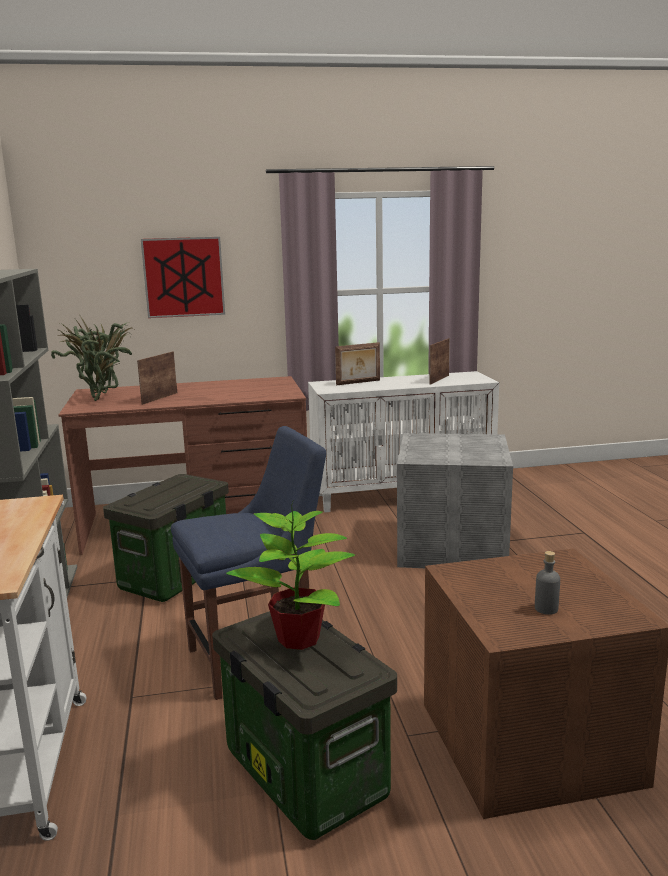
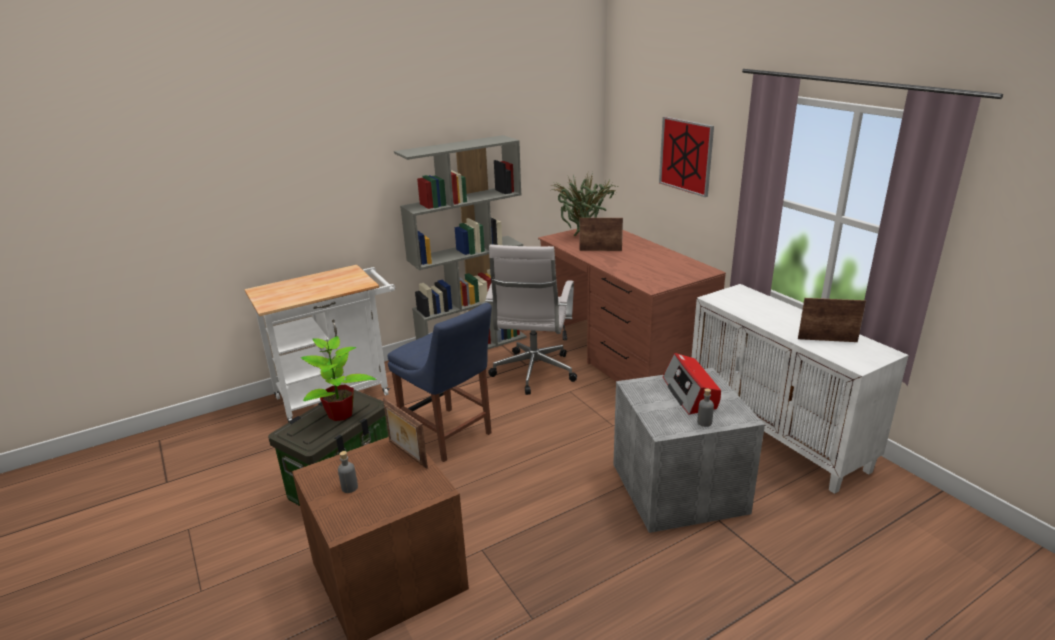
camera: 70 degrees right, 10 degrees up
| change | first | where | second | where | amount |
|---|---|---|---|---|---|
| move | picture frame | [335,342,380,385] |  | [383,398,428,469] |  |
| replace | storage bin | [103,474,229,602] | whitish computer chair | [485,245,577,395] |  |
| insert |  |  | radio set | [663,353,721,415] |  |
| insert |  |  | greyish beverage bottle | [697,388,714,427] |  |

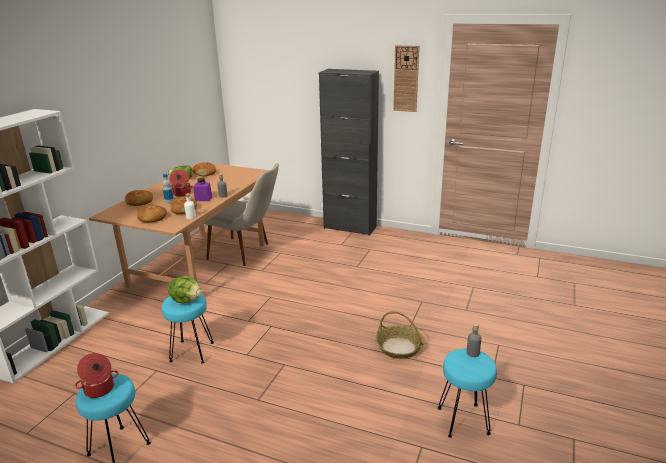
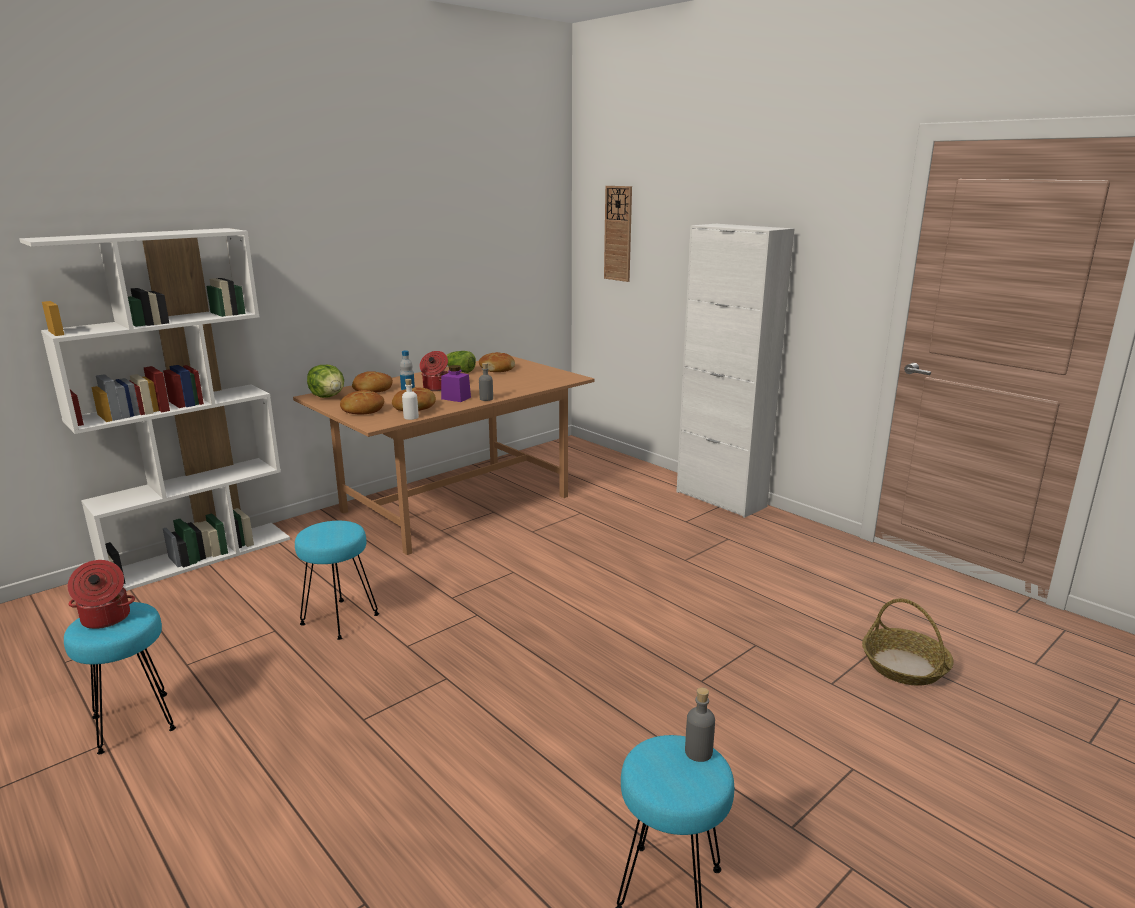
camera: 25 degrees right, 5 degrees down
| change | first | where | second | where | amount |
|---|---|---|---|---|---|
| move | wall clock | [393,45,419,112] |  | [604,186,632,282] |  |
| recolor | blackish cabinet | [319,69,379,236] | whitish cabinet | [677,224,794,518] |  |
| delete | beige plain chair | [204,163,279,266] |  |  |  |
| move | lettuce | [168,276,202,303] |  | [307,365,344,398] |  |
| move | storage basket | [375,311,424,359] |  | [862,598,954,685] |  |

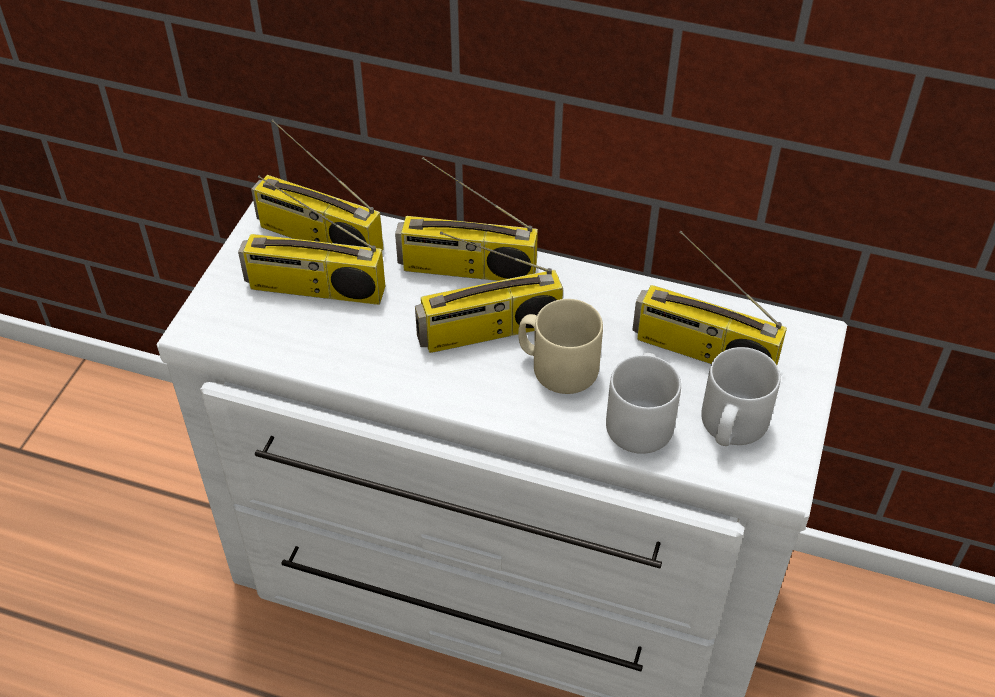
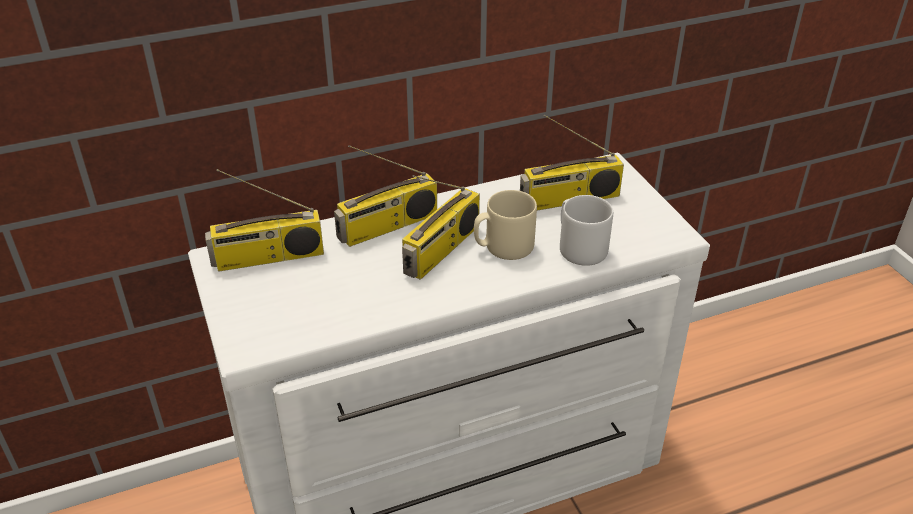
camera: 40 degrees left, 10 degrees down
| change | first | where | second | where | amount |
|---|---|---|---|---|---|
| delete | radio set | [238,176,385,305] |  |  |  |
| delete | greyish tea mug | [701,347,781,446] |  |  |  |

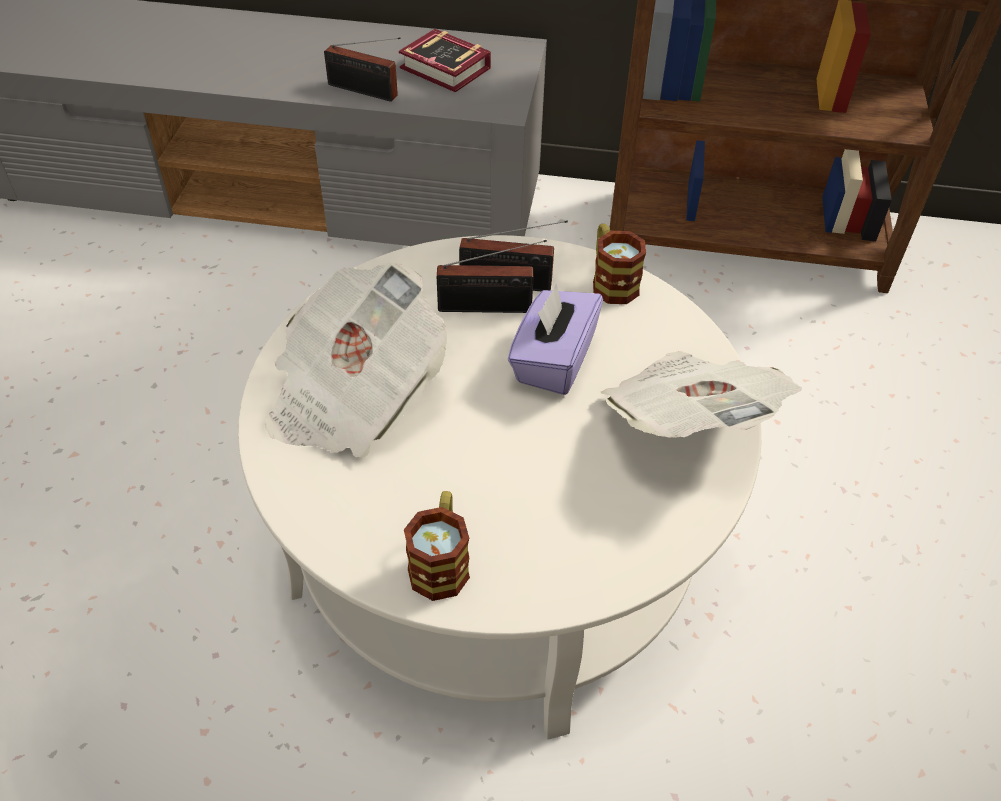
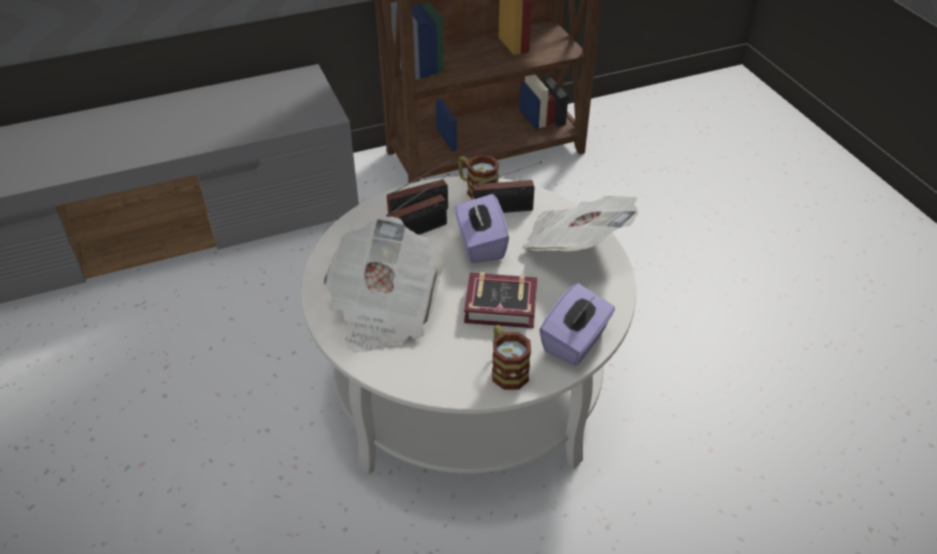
camera: 30 degrees left, 5 degrees down
| change | first | where | second | where | amount |
|---|---|---|---|---|---|
| move | bound book | [399,29,491,92] |  | [464,272,537,328] |  |
| move | radio set | [324,38,400,102] |  | [472,162,542,213] |  |
| insert |  |  | purple-coloured box of tissues | [539,283,615,366] |  |

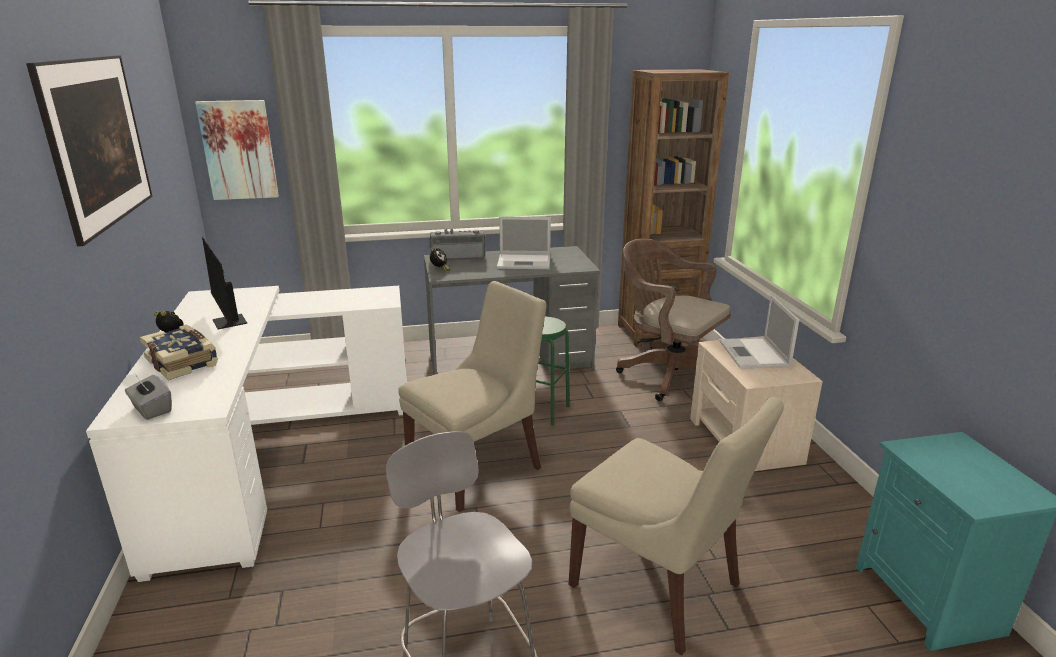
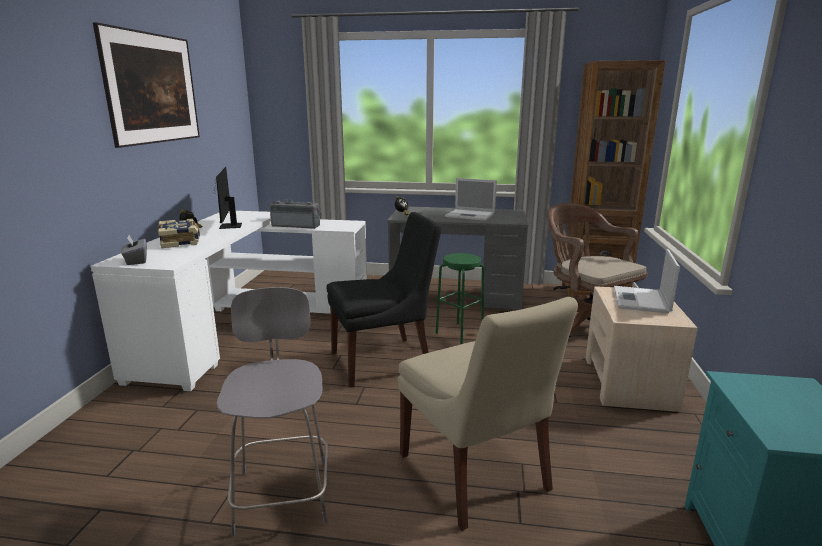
camera: 20 degrees right, 5 degrees down
| change | first | where | second | where | amount |
|---|---|---|---|---|---|
| delete | picture | [195,100,279,200] |  |  |  |
| move | radio set | [429,229,486,260] |  | [270,200,322,229] |  |
| recolor | beige plain chair | [398,281,547,512] | blackish plain chair | [327,212,442,387] |  |

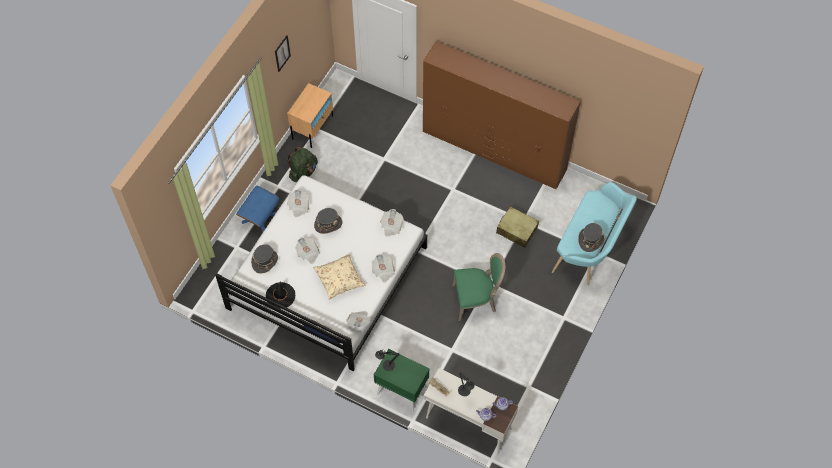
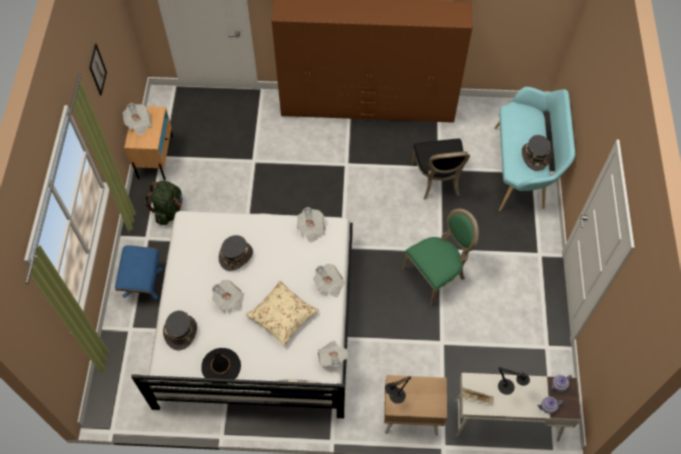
camera: 25 degrees left, 0 degrees up
| change | first | where | second | where | amount |
|---|---|---|---|---|---|
| move | daily paper | [287,189,310,217] |  | [123,103,152,135] |  |
| replace | beige travel case | [496,206,539,248] | blackish plain chair | [411,138,470,200] |  |
| recolor | green-coloured nightstand | [374,349,429,412] | beige nightstand | [384,375,447,436] |  |

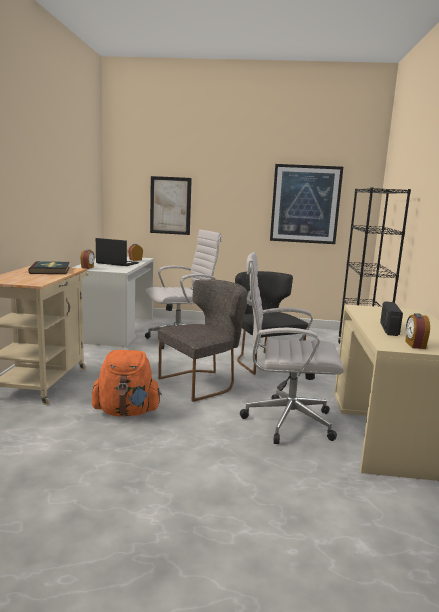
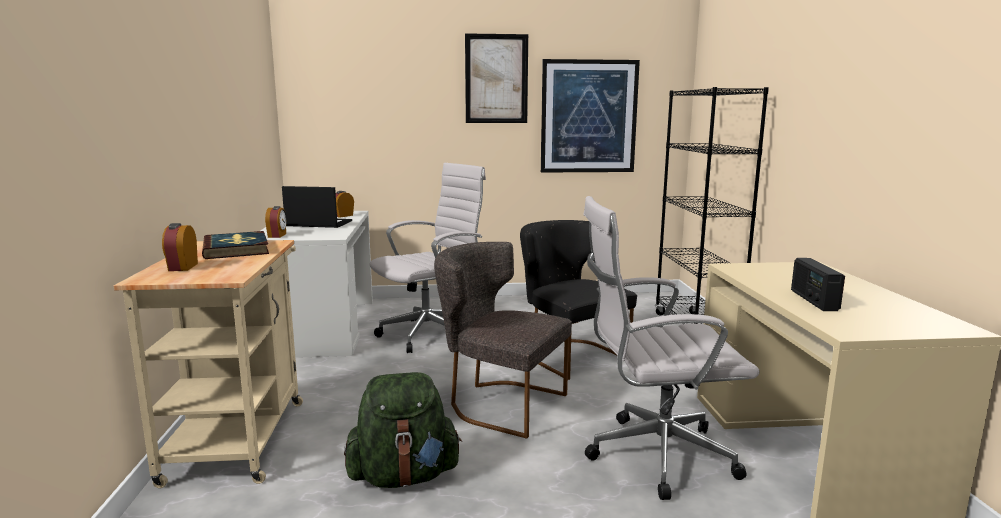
camera: 10 degrees left, 0 degrees up
| change | first | where | second | where | amount |
|---|---|---|---|---|---|
| move | picture | [150,176,192,235] |  | [465,33,528,123] |  |
| rotate | greyish plain chair | [158,280,248,402] |  | [434,242,572,439] | 105 degrees counterclockwise |
| move | alarm clock | [405,313,430,349] |  | [162,223,198,271] |  |
| recolor | orange rucksack | [92,350,162,417] | green-coloured rucksack | [344,372,462,488] |  |

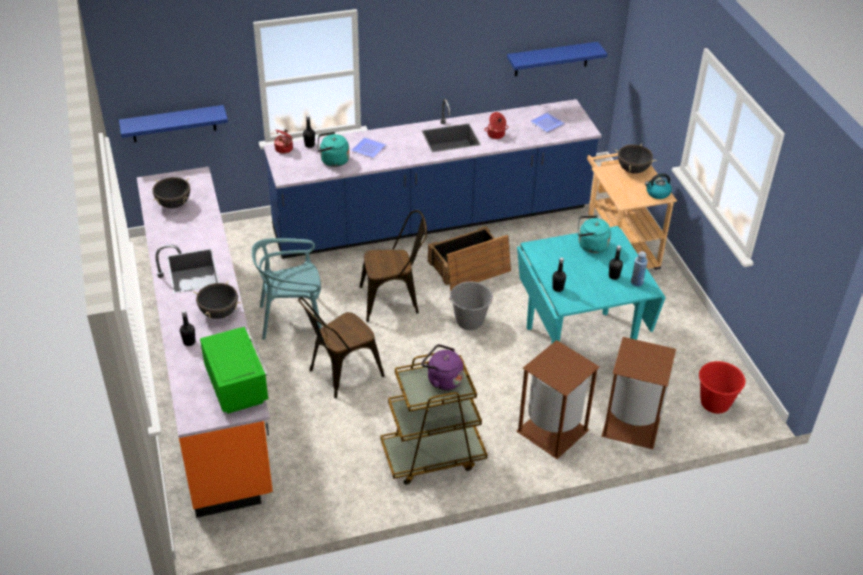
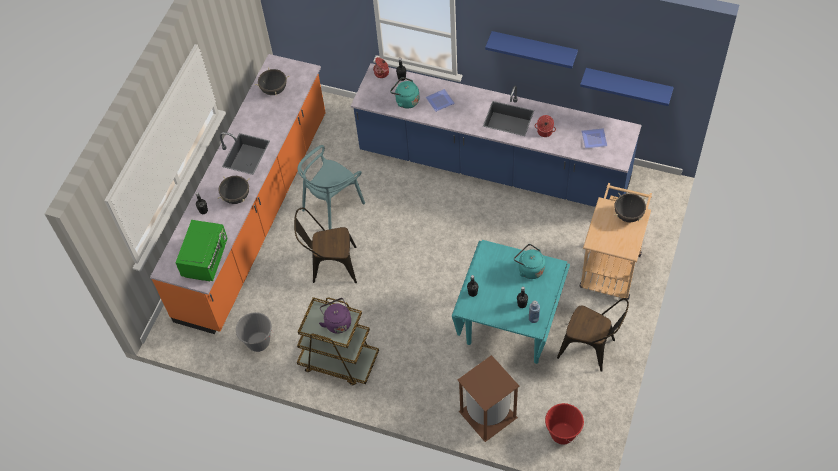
camera: 40 degrees right, 15 degrees up
| change | first | where | second | where | amount |
|---|---|---|---|---|---|
| move | bluish wall shelf | [119,105,228,142] |  | [485,31,578,69] |  |
| delete | kettle | [645,173,672,199] |  |  |  |
| move | brown-coloured plain chair | [360,210,427,322] |  | [557,298,629,372] |  |
| delete | packing crate | [428,226,511,291] |  |  |  |
| rotate | turquoise plain chair | [252,238,322,340] |  | [298,145,365,229] | 75 degrees counterclockwise |
| move | greyish pail | [449,282,493,330] |  | [236,312,274,352] |  |
| delete | brown-coloured trash can | [516,340,599,459] |  |  |  |

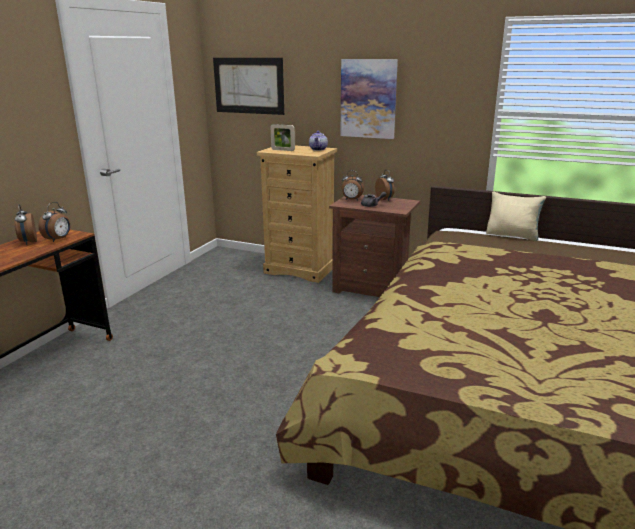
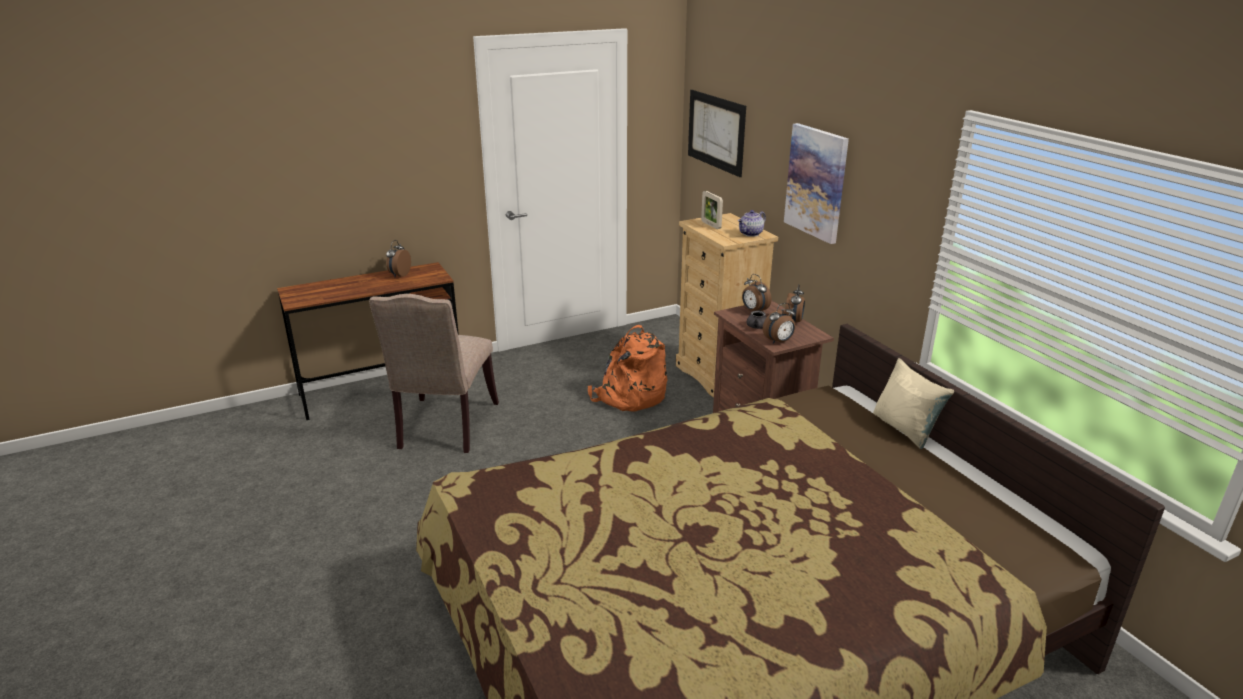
camera: 40 degrees right, 5 degrees up
| change | first | where | second | where | amount |
|---|---|---|---|---|---|
| move | alarm clock | [38,202,70,242] |  | [763,303,796,344] |  |
| insert |  |  | beige plain chair | [369,294,499,453] |  |
| insert |  |  | orange rucksack | [588,325,668,412] |  |

